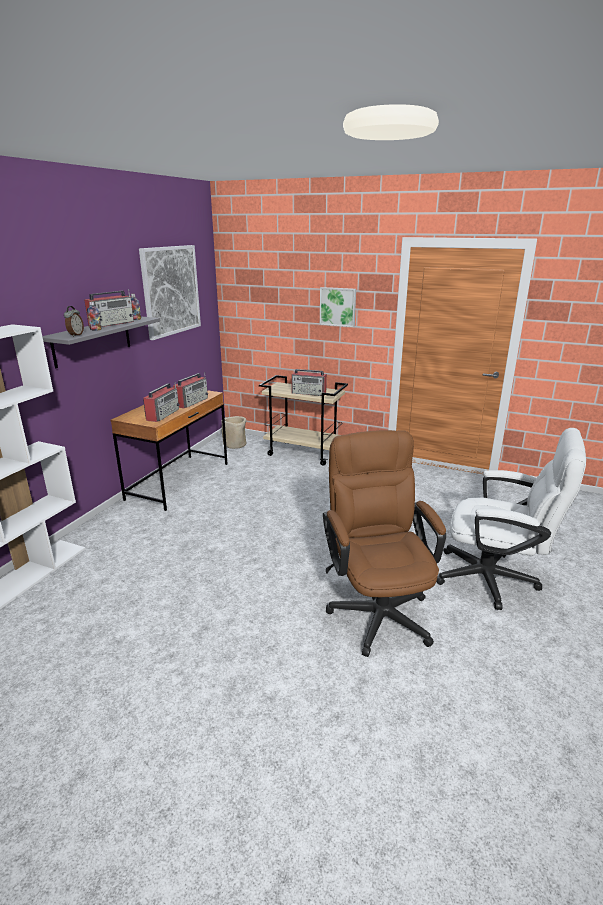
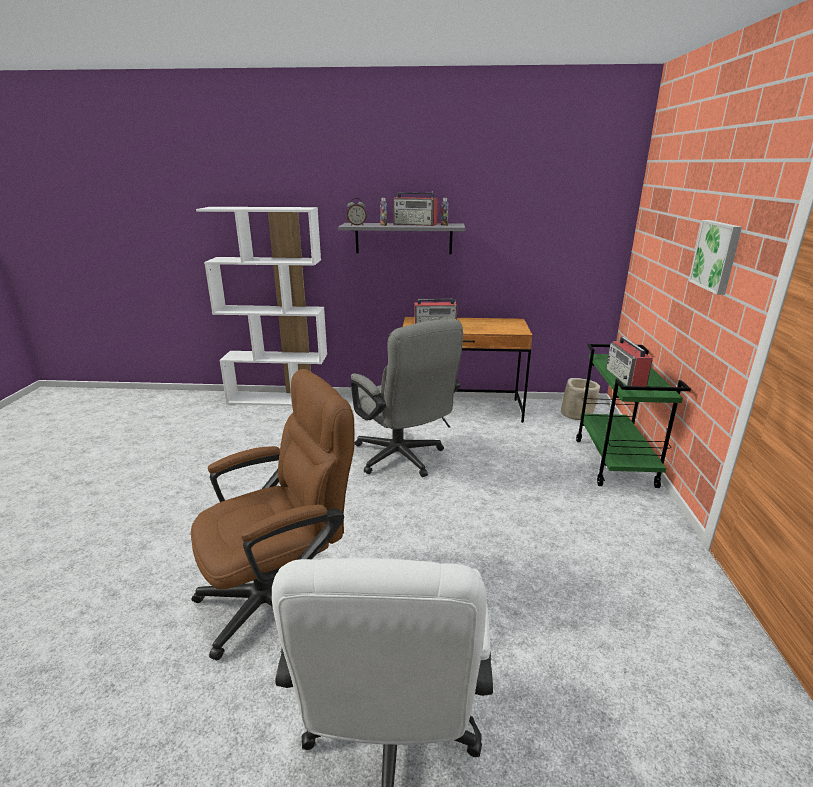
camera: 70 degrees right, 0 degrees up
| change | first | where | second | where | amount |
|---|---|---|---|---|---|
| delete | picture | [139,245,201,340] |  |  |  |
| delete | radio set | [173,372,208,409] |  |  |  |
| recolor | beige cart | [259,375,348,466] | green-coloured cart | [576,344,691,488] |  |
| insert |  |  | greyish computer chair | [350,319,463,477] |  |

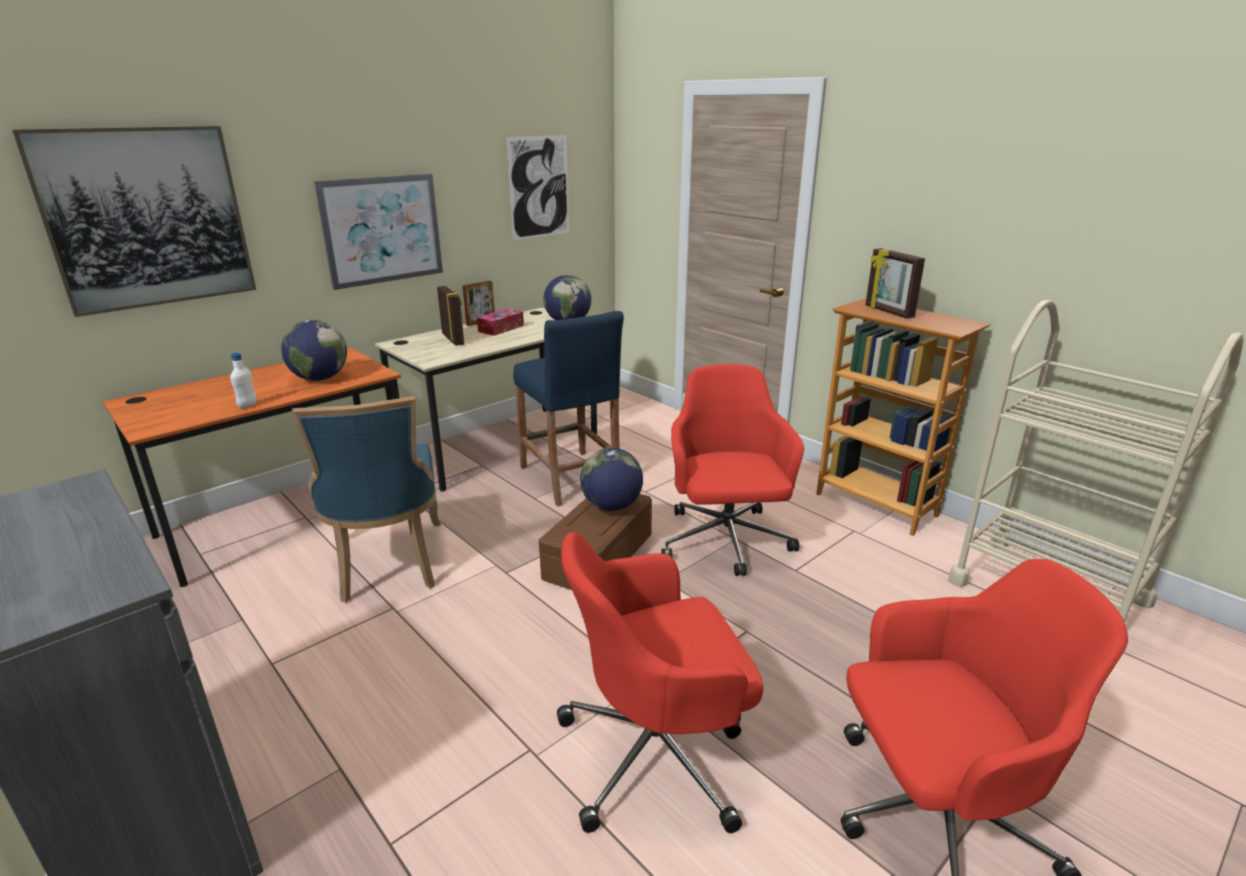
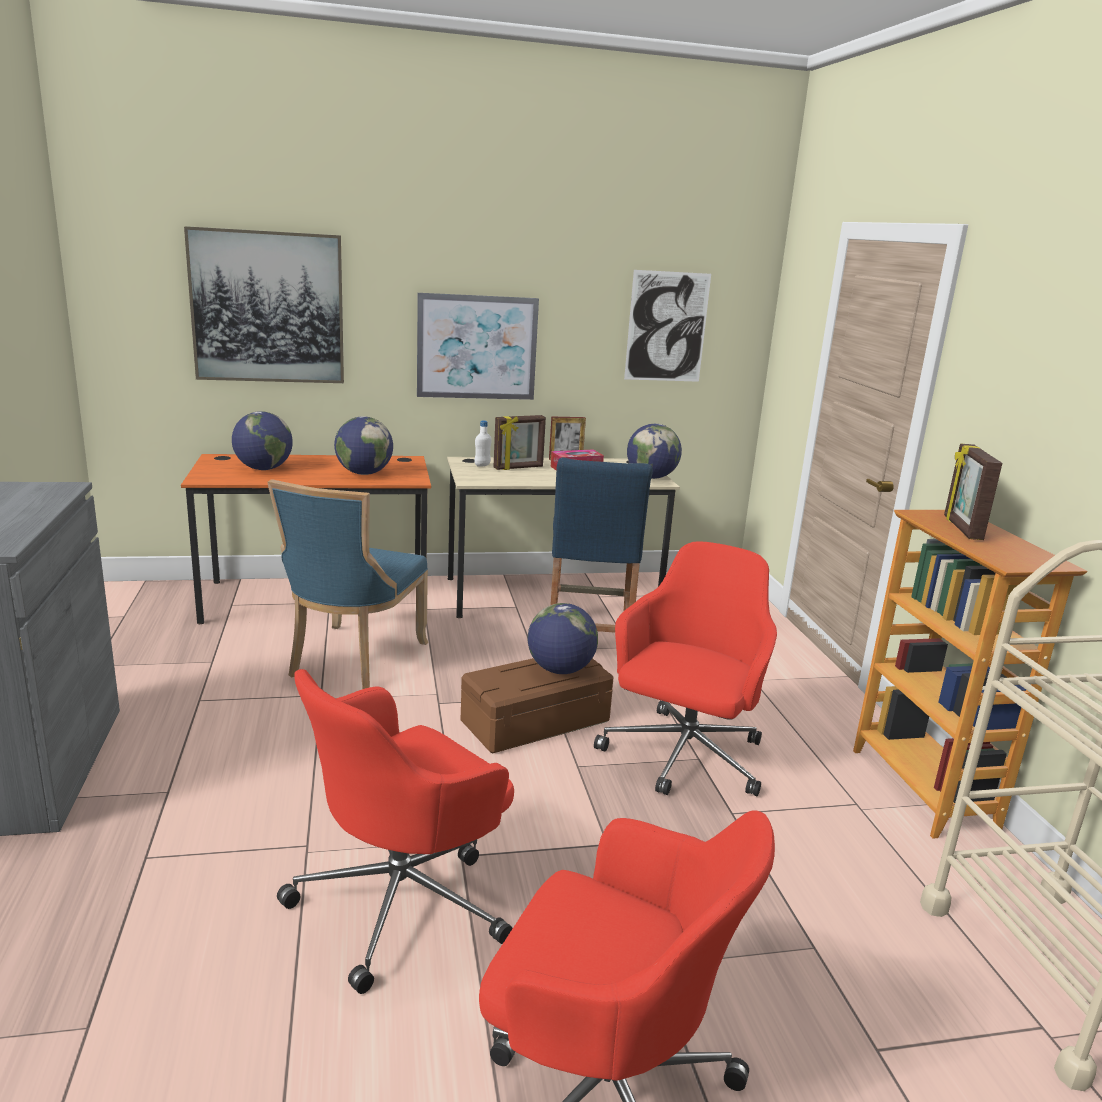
camera: 30 degrees right, 5 degrees down
| change | first | where | second | where | amount |
|---|---|---|---|---|---|
| rotate | picture frame | [437,286,464,346] |  | [493,415,546,470] | 60 degrees clockwise |
| move | whitish beverage bottle | [230,353,257,409] |  | [474,420,492,467] |  |
| rotate | reddish computer chair | [557,532,763,833] |  | [277,669,514,994] | 60 degrees counterclockwise |
| insert |  |  | world globe | [232,411,293,470] |  |

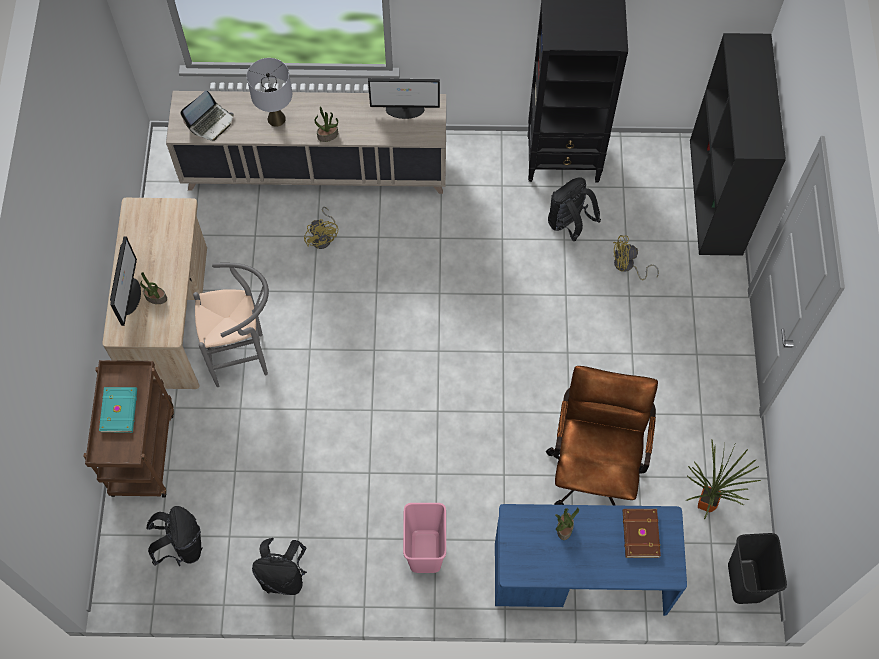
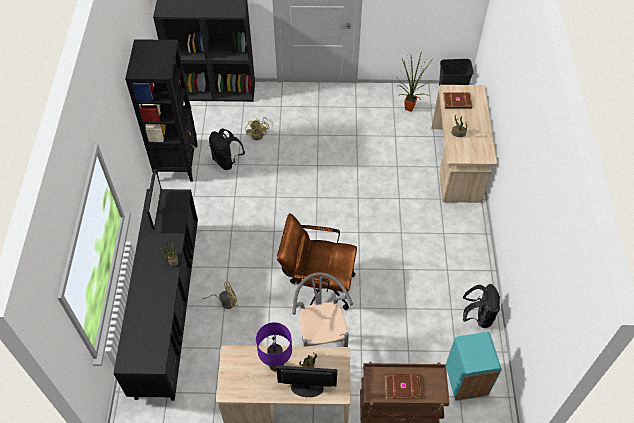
camera: 90 degrees left, 10 degrees down
| change | first | where | second | where | amount |
|---|---|---|---|---|---|
| delete | greyish table lamp | [247,58,292,127] |  |  |  |
| recolor | beige cabinet | [166,91,446,194] | blackish cabinet | [114,189,198,401] |  |
| delete | notebook computer | [180,91,234,141] |  |  |  |
| move | brown-coloured computer chair | [546,366,658,506] |  | [277,213,357,310] |  |
| recolor | turquoise bound book | [99,387,137,433] | brown-coloured bound book | [385,374,422,399] |  |
| delete | pink trash can | [403,503,446,573] |  |  |  |
| recolor | bluish desk | [495,504,687,616] | beige desk | [431,85,497,203] |  |
| replace | blackish rucksack | [146,506,203,566] | turquoise trash can | [446,332,502,401] |  |
| insert |  |  | purple-coloured table lamp | [256,322,292,372] |  |

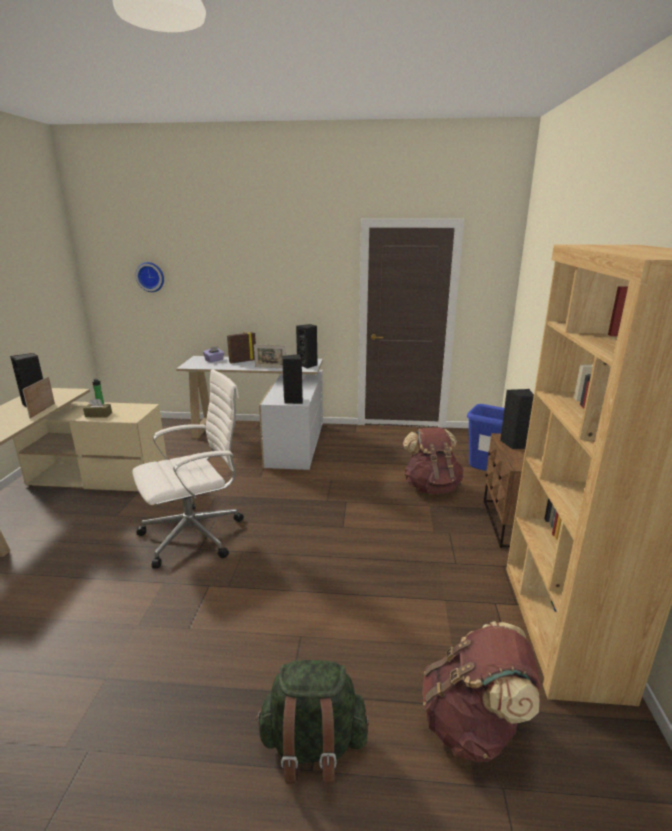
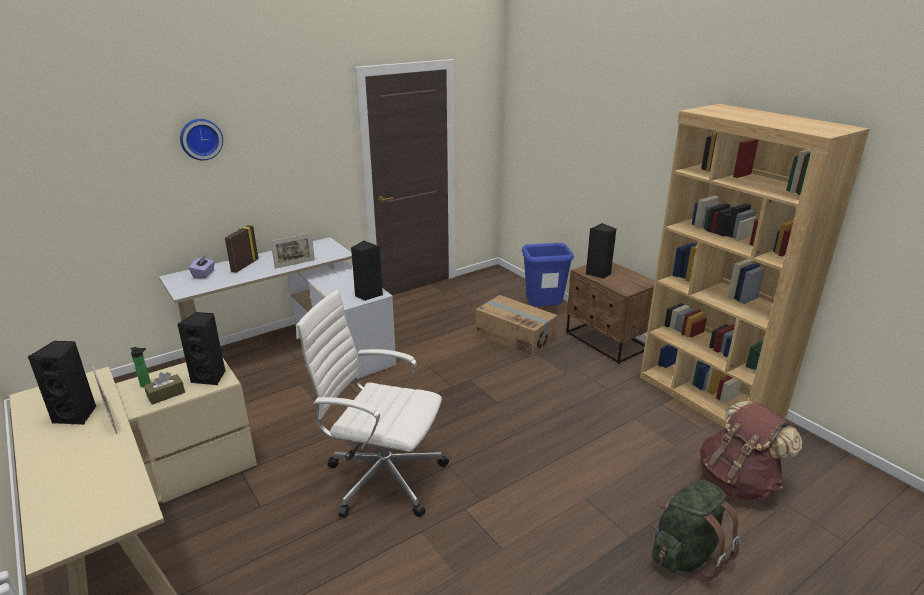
camera: 40 degrees left, 5 degrees up
| change | first | where | second | where | amount |
|---|---|---|---|---|---|
| move | wall clock | [135,262,164,292] |  | [180,119,223,160] |  |
| move | blackish speaker | [296,324,318,369] |  | [177,312,225,386] |  |
| rotate | whitish computer chair | [132,369,244,569] |  | [296,290,449,518] | 90 degrees counterclockwise |
| replace | brown-coloured rucksack | [403,427,464,494] | carton | [476,295,558,357] |  |

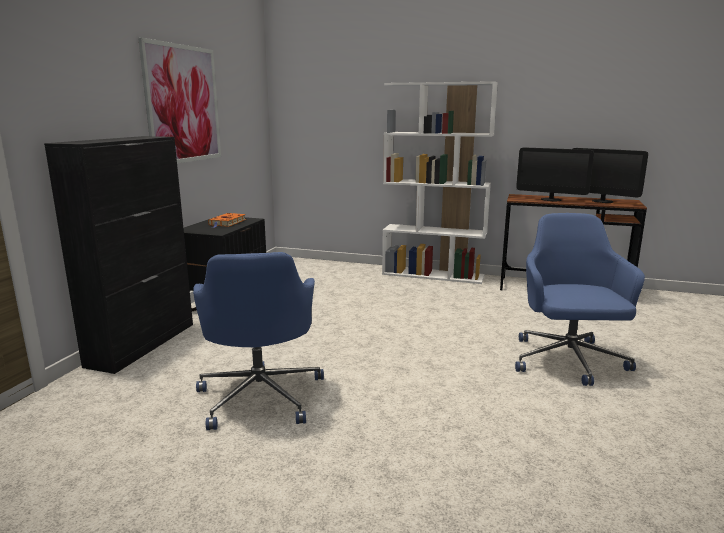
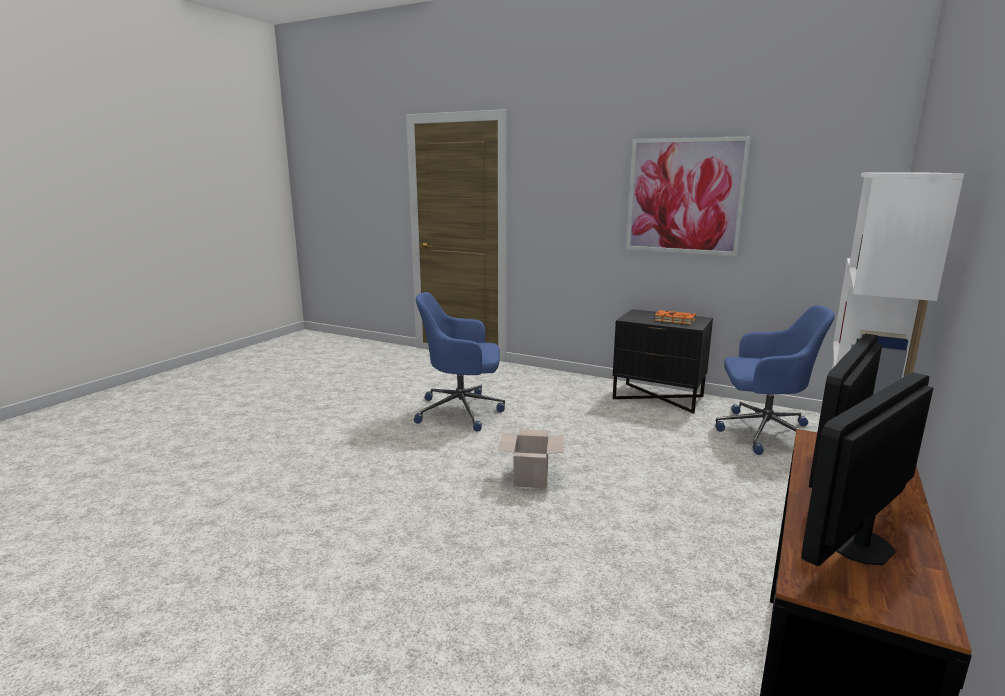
camera: 100 degrees right, 0 degrees up
| change | first | where | second | where | amount |
|---|---|---|---|---|---|
| delete | blackish cabinet | [44,136,193,374] |  |  |  |
| move | bluish computer chair | [515,213,645,386] |  | [715,305,835,455] |  |
| insert |  |  | carton | [498,429,564,488] |  |

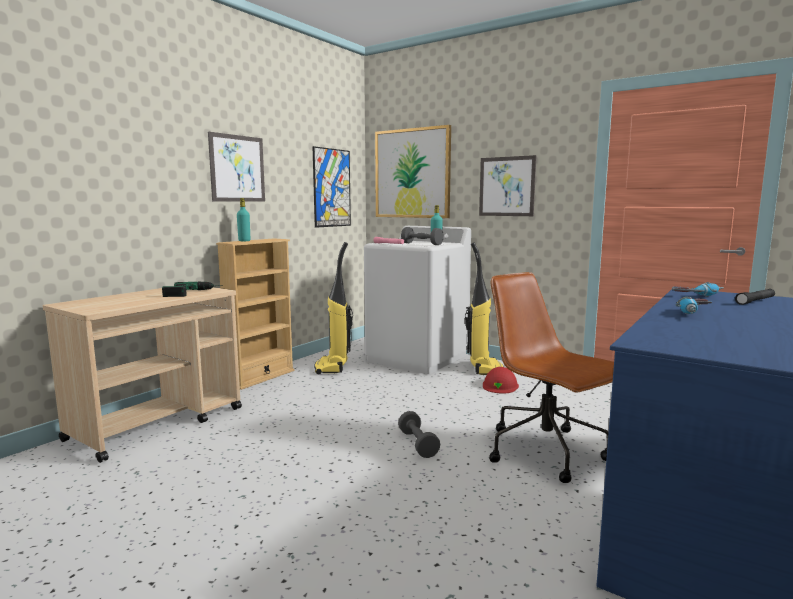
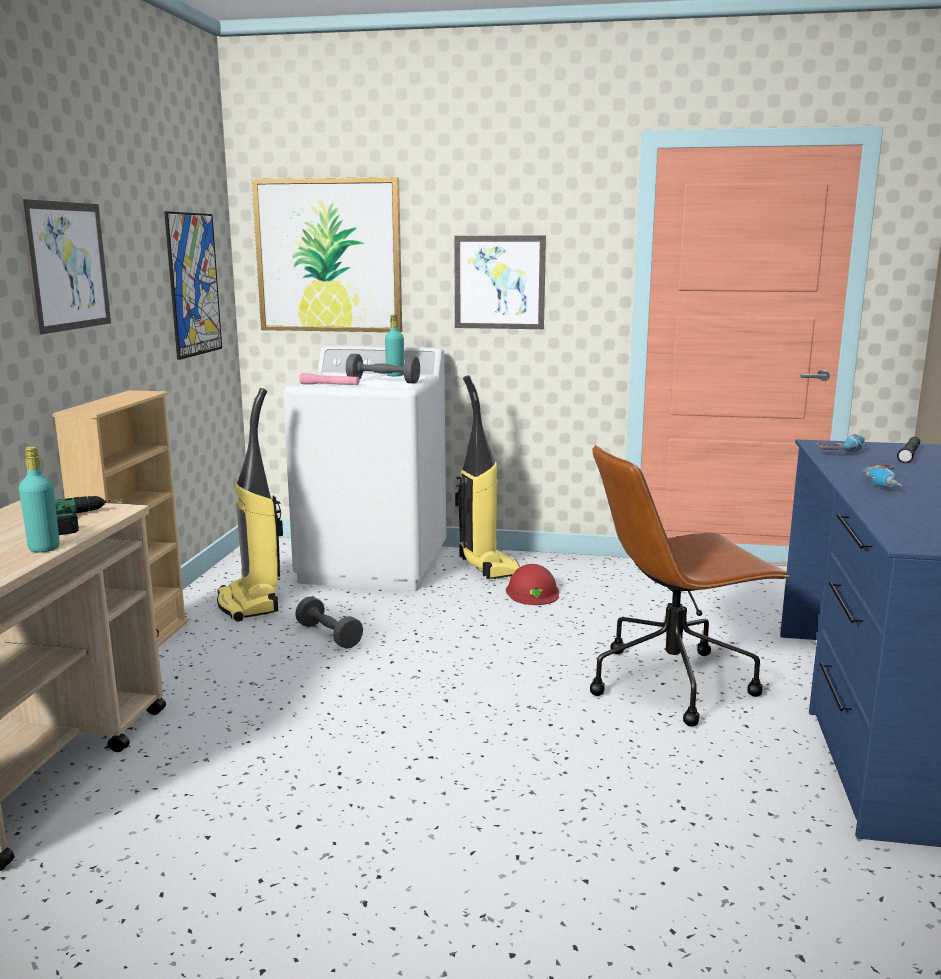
camera: 25 degrees left, 5 degrees up
| change | first | where | second | where | amount |
|---|---|---|---|---|---|
| move | turquoise beverage bottle | [237,198,250,241] |  | [19,446,60,552] |  |
| rotate | brown-coloured computer chair | [489,272,614,483] |  | [590,445,790,727] | 45 degrees counterclockwise |
| move | greyish dumbbell | [398,411,440,458] |  | [295,597,363,649] |  |

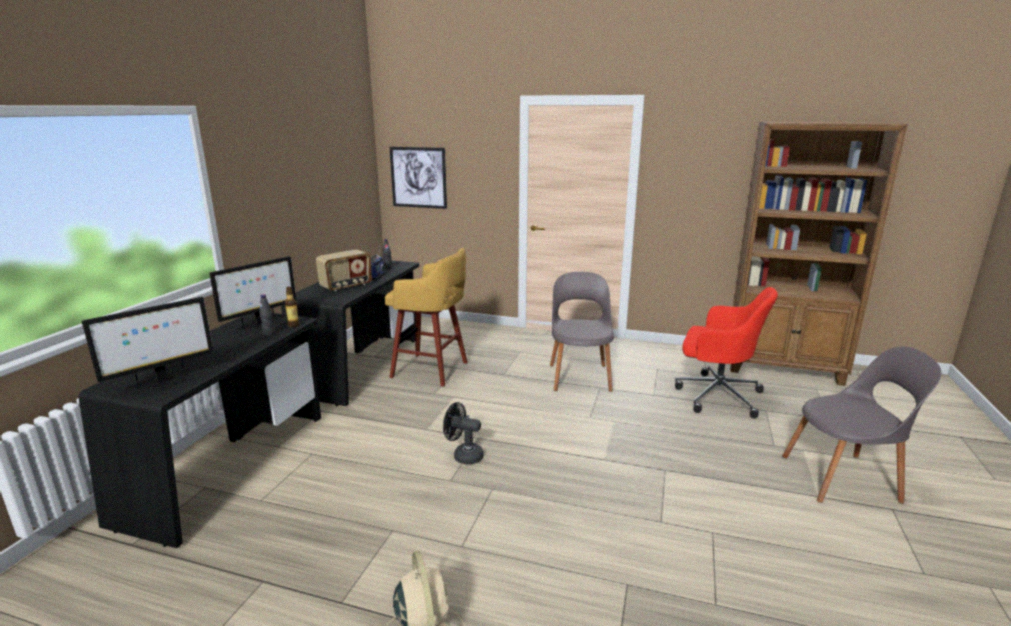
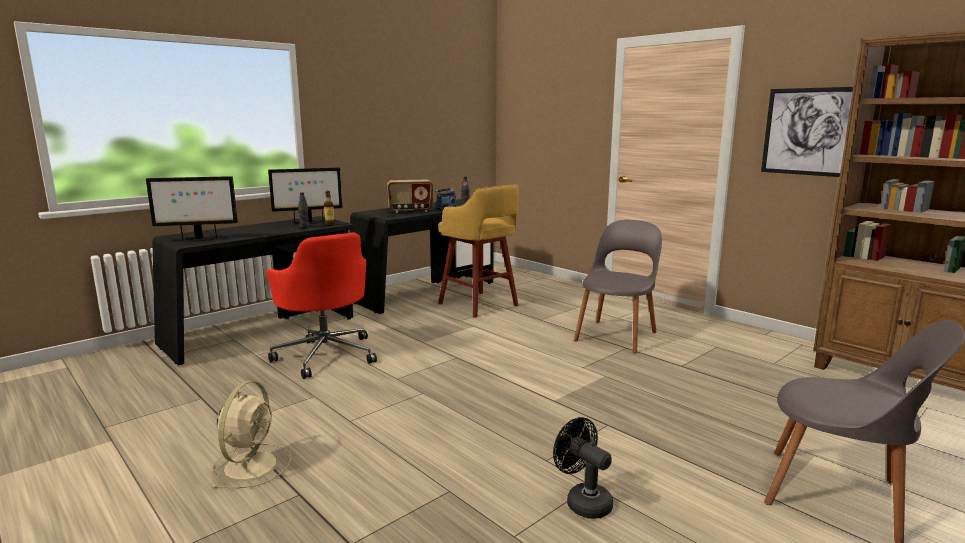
camera: 30 degrees right, 5 degrees down
| change | first | where | second | where | amount |
|---|---|---|---|---|---|
| move | picture | [390,147,447,209] |  | [761,87,853,177] |  |
| move | reddish computer chair | [675,287,778,418] |  | [266,233,377,379] |  |
| move | blackish fan | [443,402,484,465] |  | [553,417,613,519] |  |

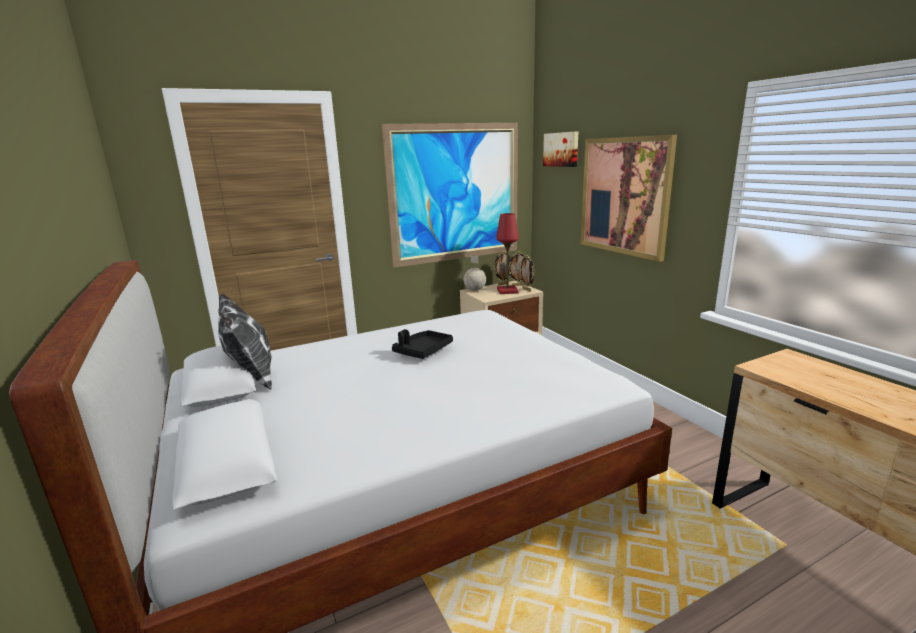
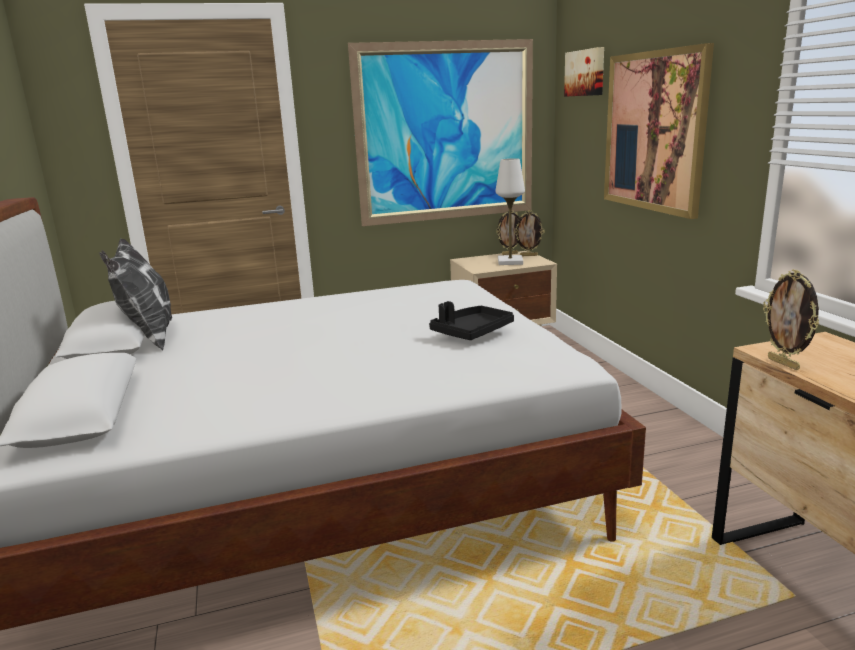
camera: 10 degrees right, 0 degrees up
| change | first | where | second | where | amount |
|---|---|---|---|---|---|
| recolor | reddish table lamp | [496,213,519,294] | whitish table lamp | [495,158,525,265] |  |
| delete | world globe | [464,255,486,291] |  |  |  |
| move | picture frame | [520,255,535,291] |  | [763,269,819,370] |  |
| move | blackish carrying tray | [392,329,453,359] |  | [429,301,514,340] |  |

